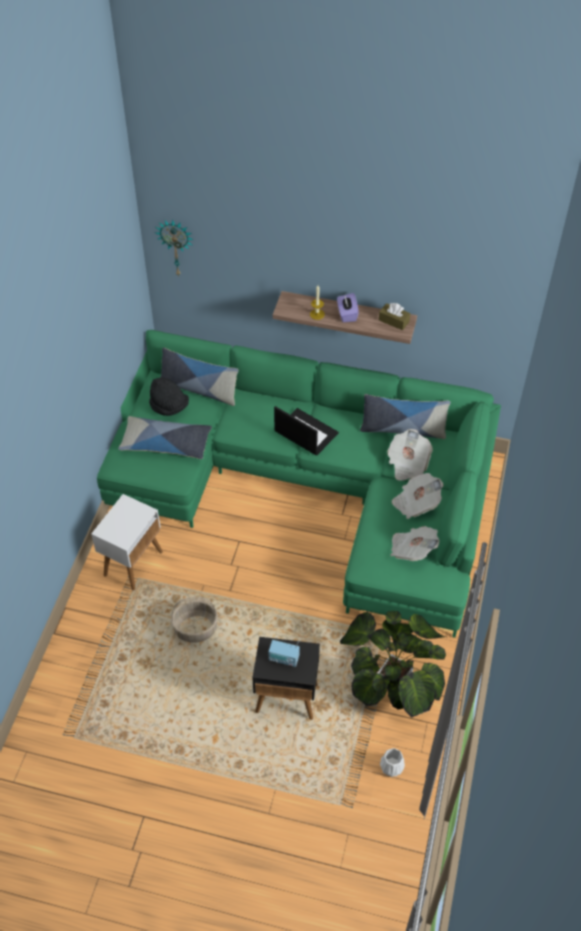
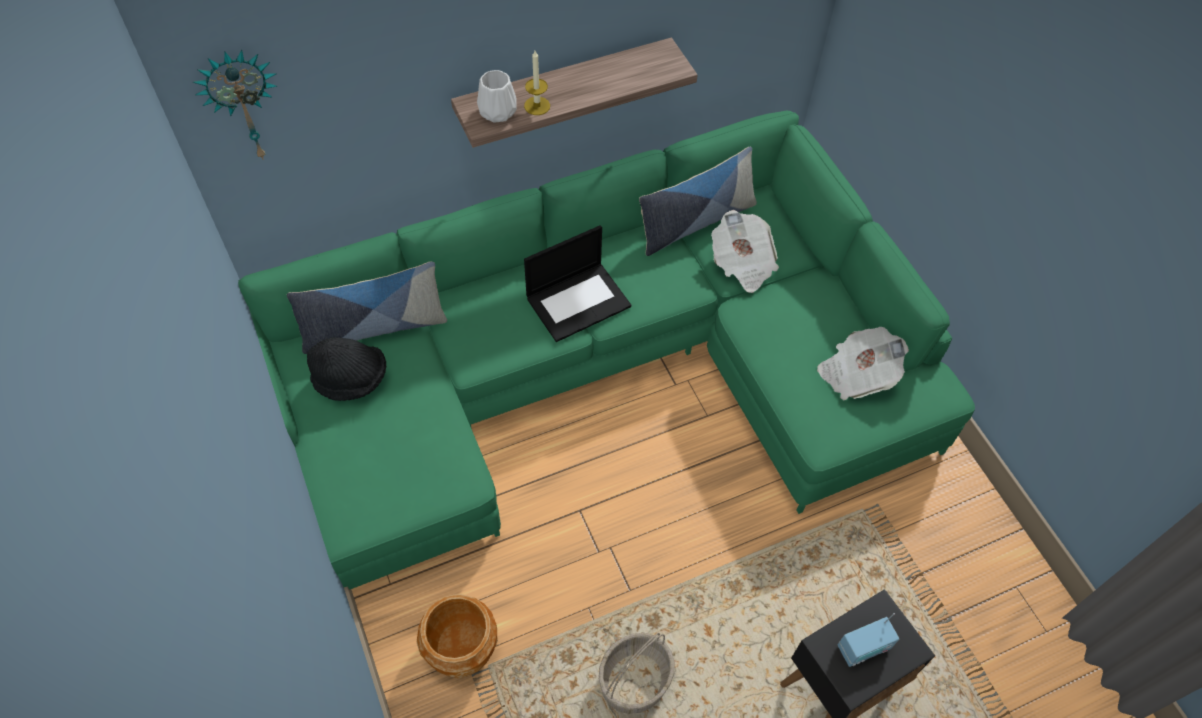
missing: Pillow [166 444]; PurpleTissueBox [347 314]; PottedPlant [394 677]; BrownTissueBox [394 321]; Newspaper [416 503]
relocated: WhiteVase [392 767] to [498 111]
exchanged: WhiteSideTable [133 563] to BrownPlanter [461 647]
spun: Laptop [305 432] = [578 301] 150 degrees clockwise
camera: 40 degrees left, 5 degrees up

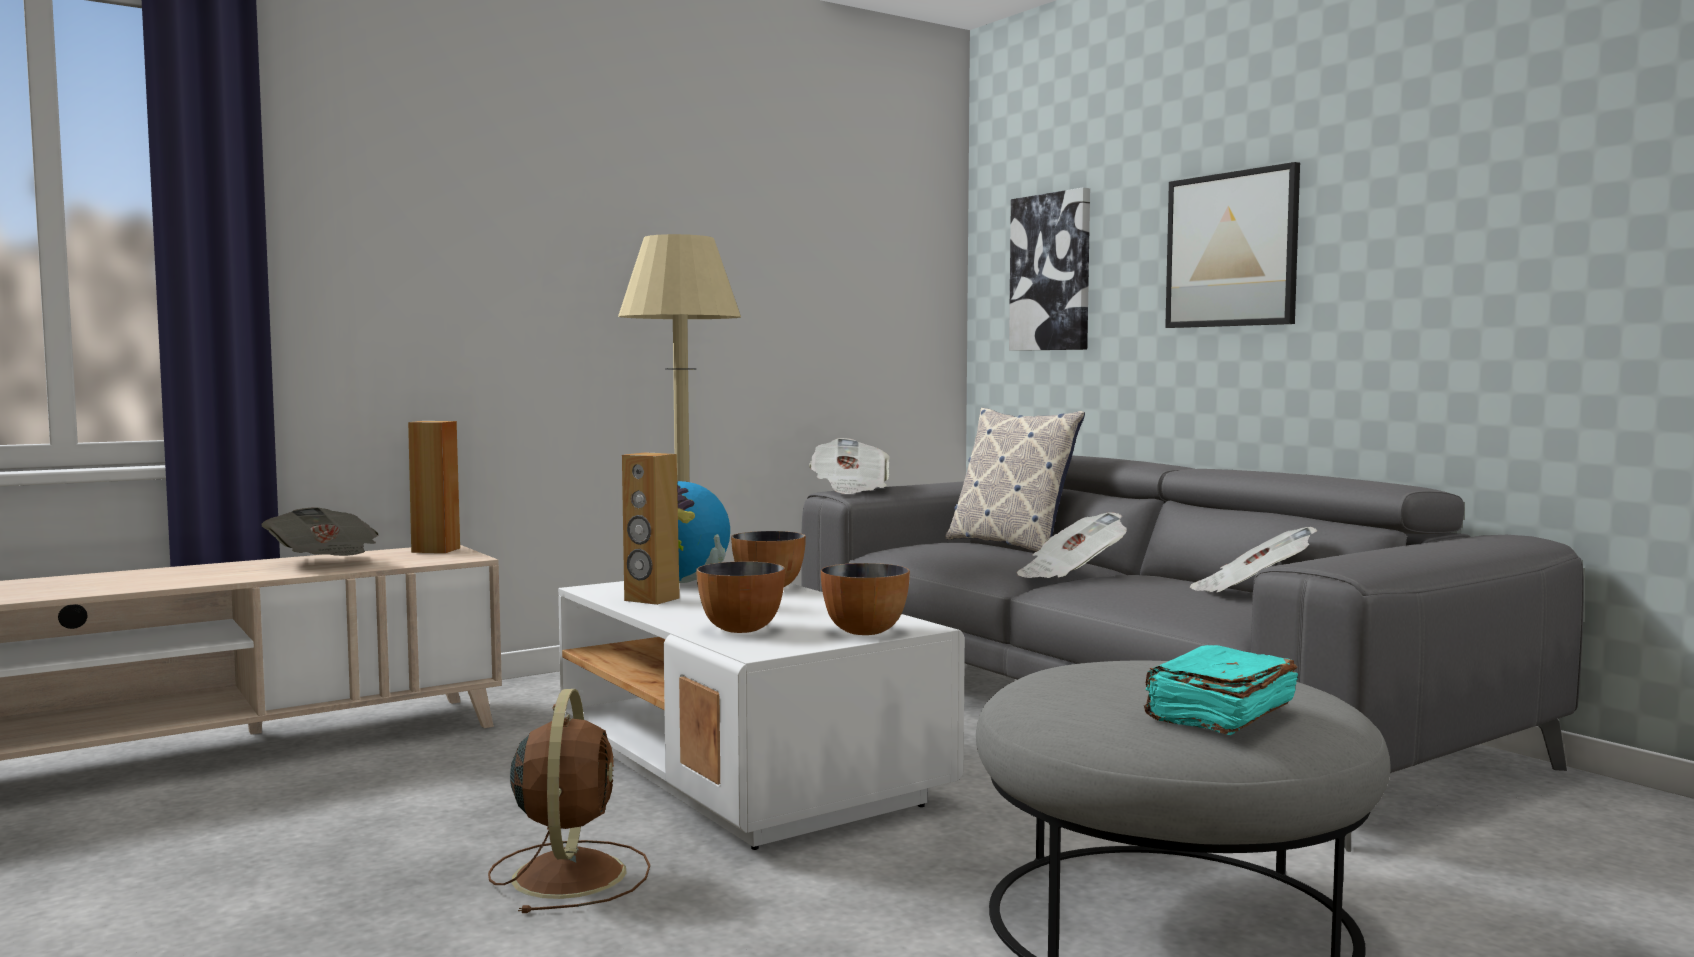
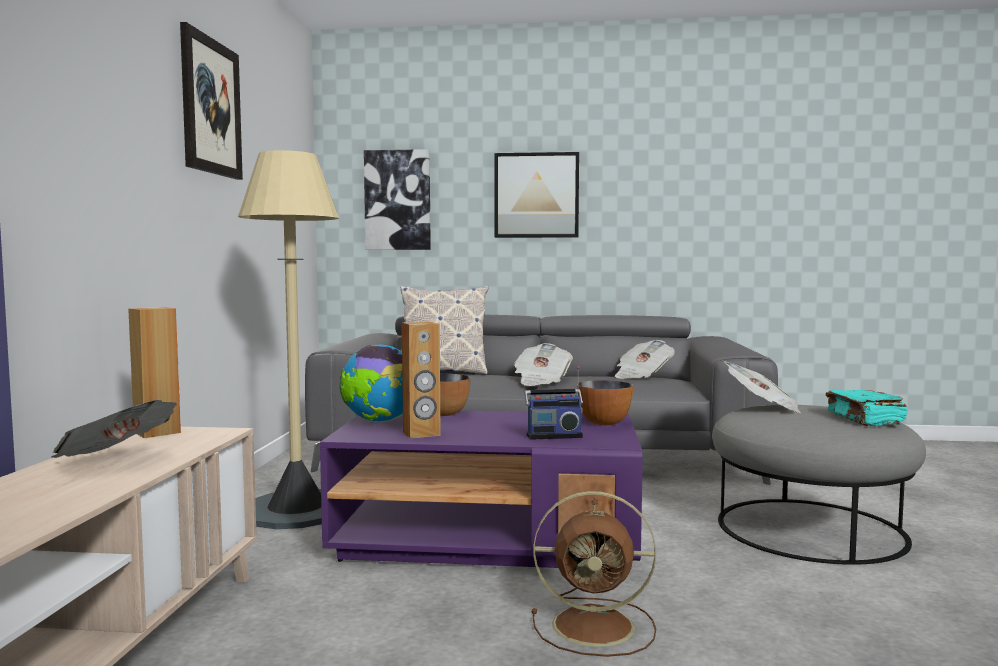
appeared: Picture [210 107]
relocated: Newspaper [850 489] to [763 407]
exchanged: Bowl [742 629] to Radio [553 436]
colour: WhiteCoffeeTable [744 768] to PurpleCoffeeTable [489 539]
spun: BrownFan [570 873] = [597 626] 150 degrees clockwise
camera: 50 degrees left, 0 degrees up

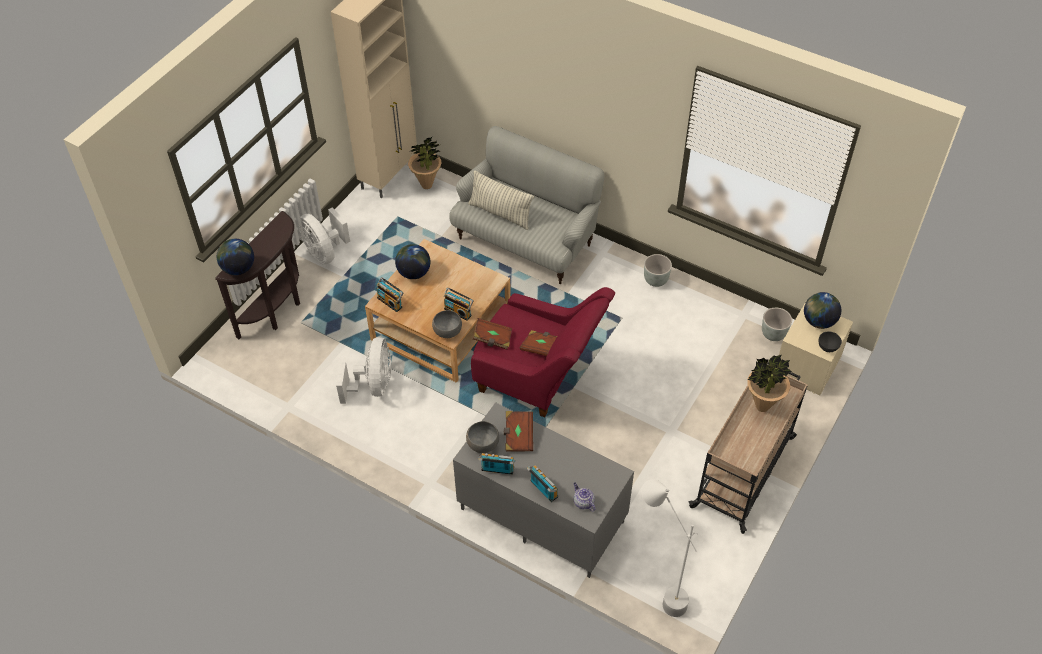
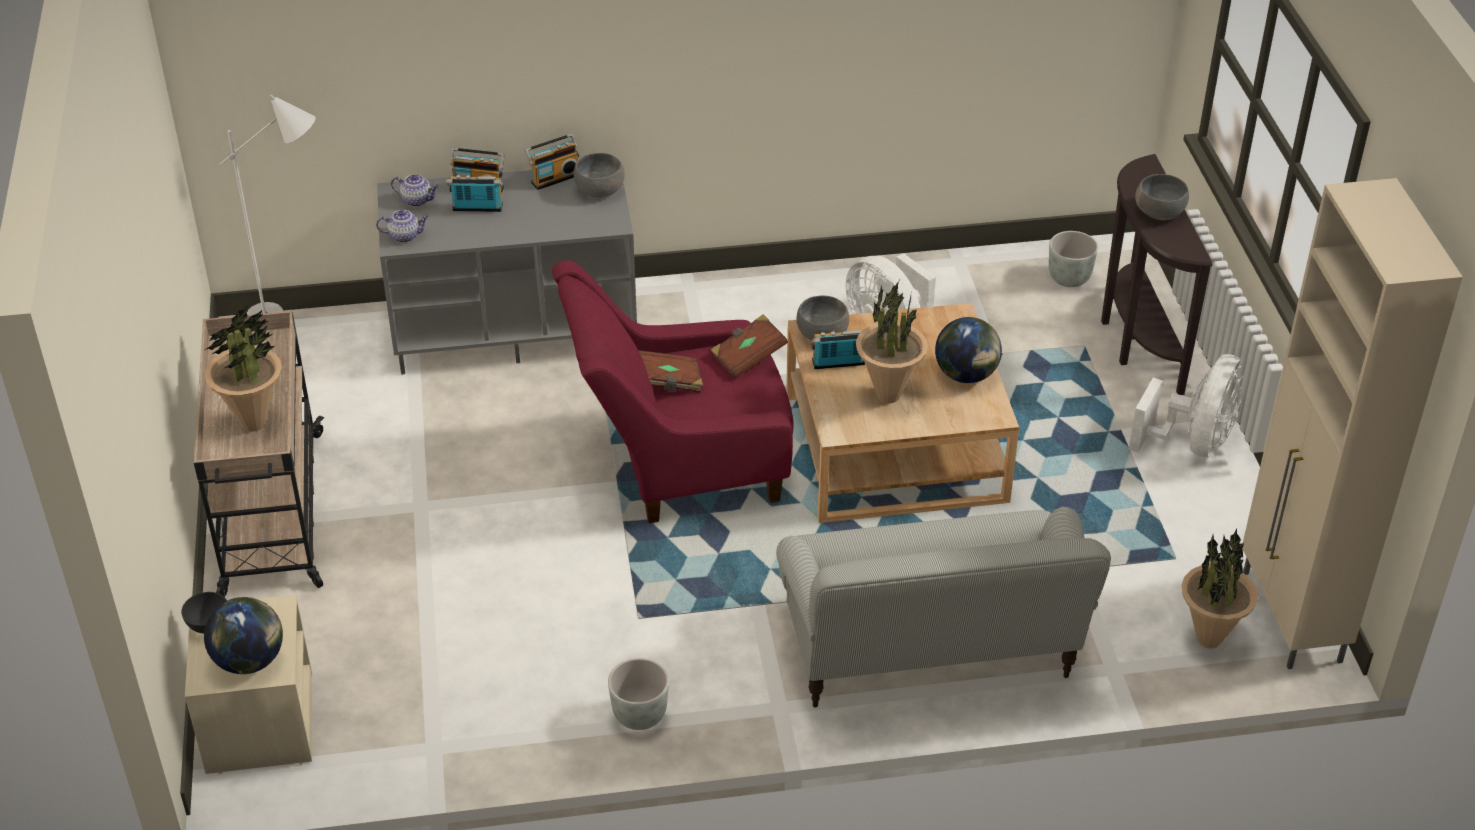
missing: Globe [238 268]; Pillow [500 213]; BrownBook [518 436]
appeared: Teapot [405 236]; PottedPlant [888 395]; GreyBowl [1159 212]
relocated: Radio [390 302] to [477 209]; GreyPlanter [773 334] to [1069 279]
spun: WhiteFan [324 252] = [1193 443] 105 degrees clockwise
camera: 140 degrees right, 10 degrees down

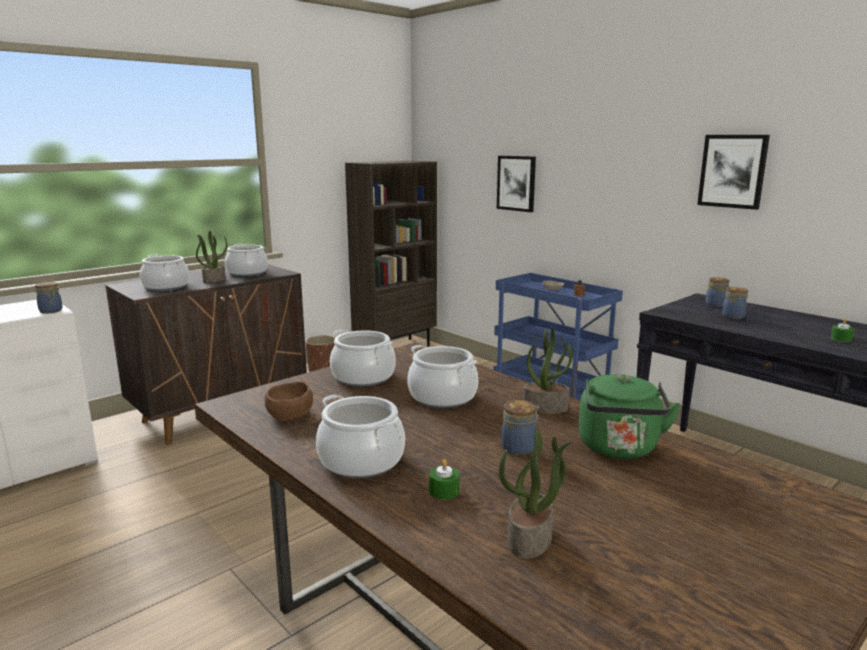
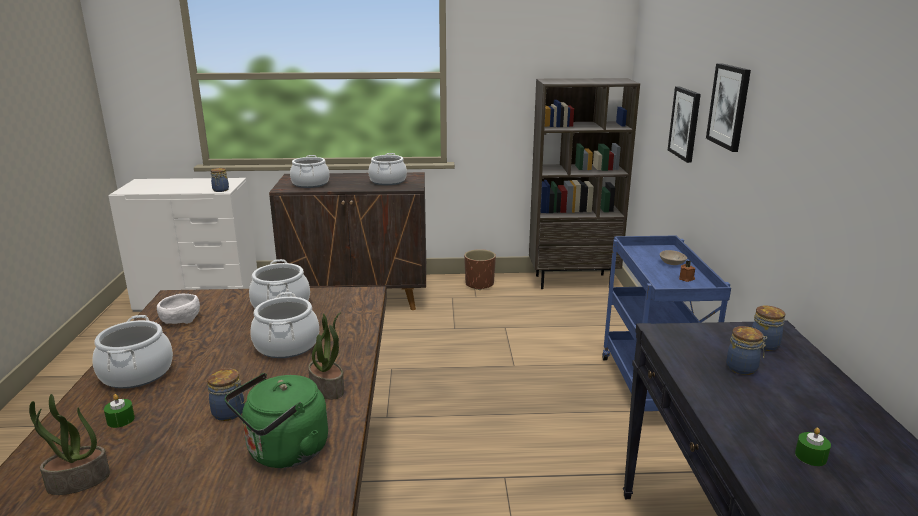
missing: PottedPlant [214 280]
relocated: Picture [732 171] to [729 106]
colour: BrownBowl [289 415] to WhiteBowl [179 319]
camera: 40 degrees right, 5 degrees up

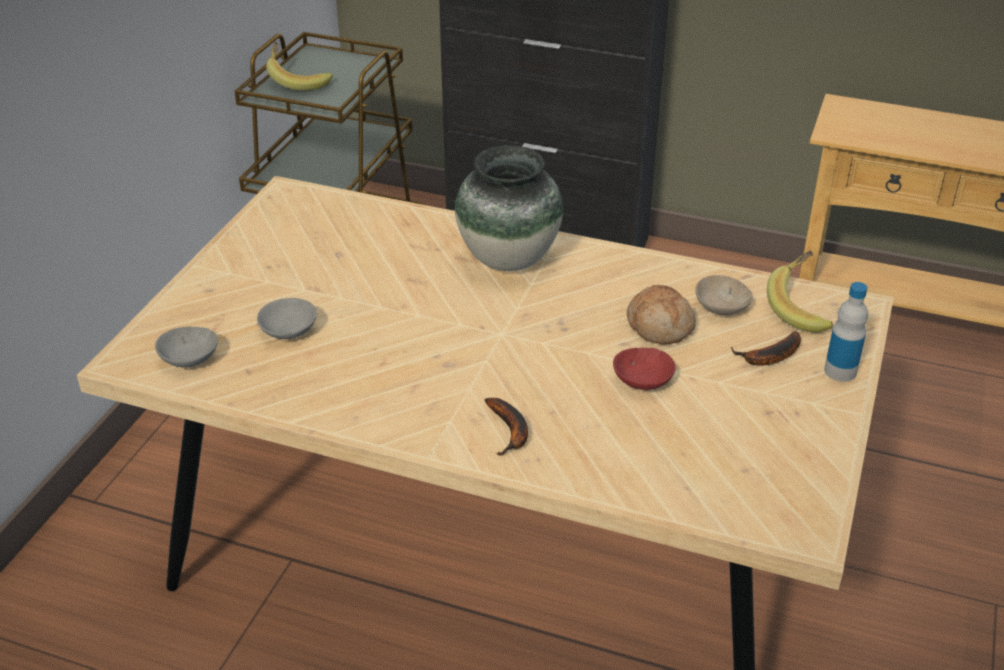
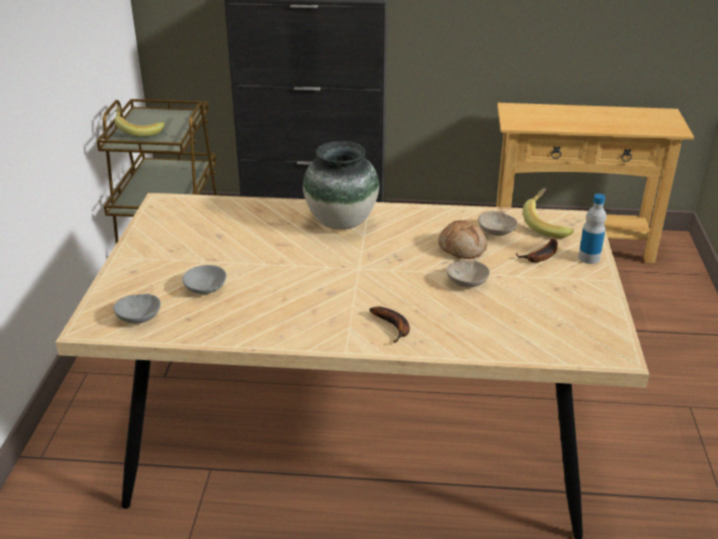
colour: RedBowl [642 381] to BeigeBowl [467 283]
camera: 15 degrees left, 5 degrees down

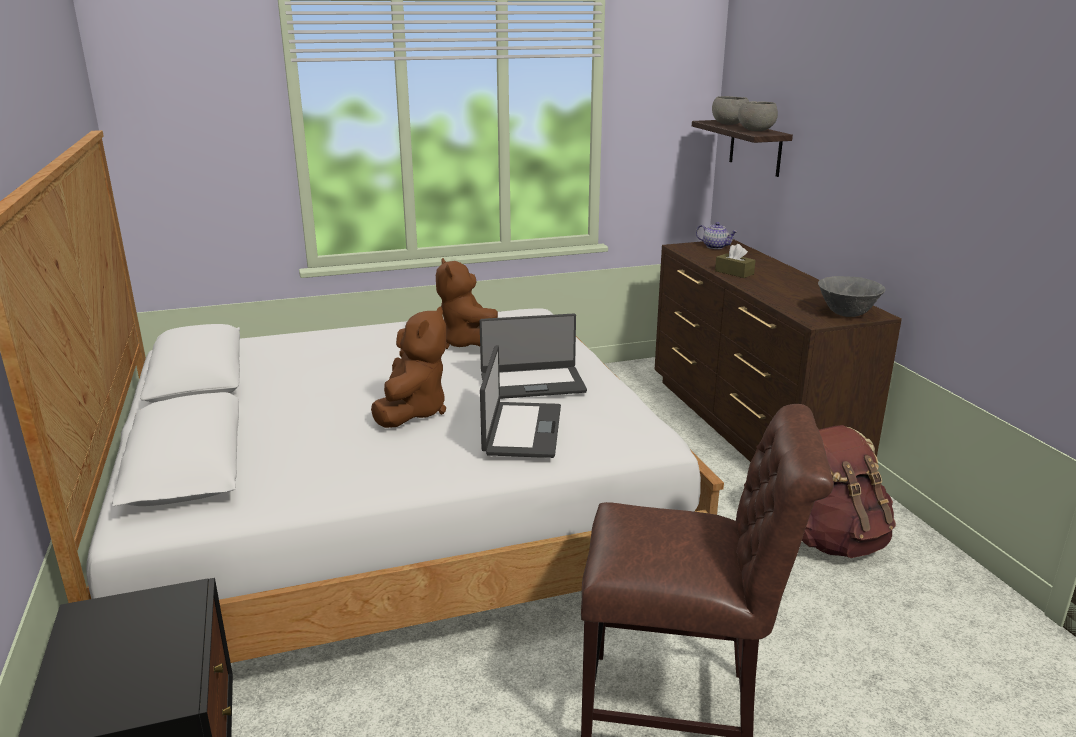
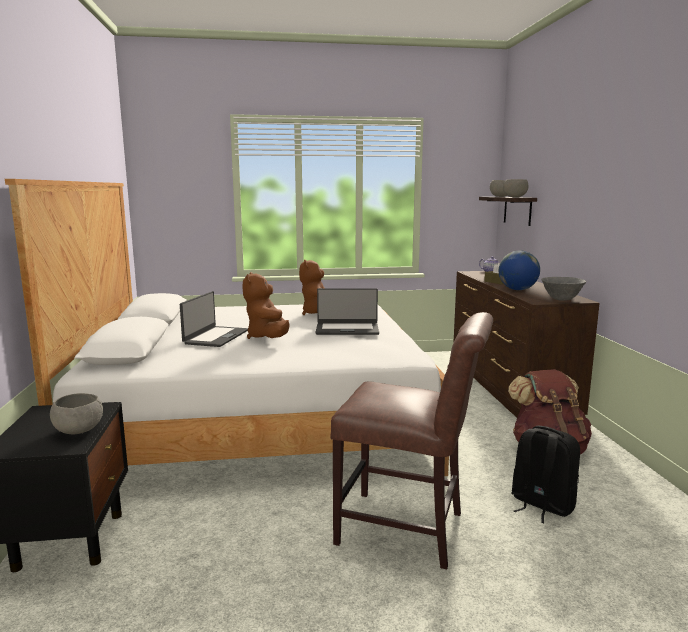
appeared: GreyBowl [79 430]; Globe [517 290]; BlackBackpack [541 504]
relocated: Laptop [521 430] to [215 337]
spun: BrownPlushToy [412 411] = [268 337] 150 degrees clockwise
camera: 10 degrees right, 10 degrees down

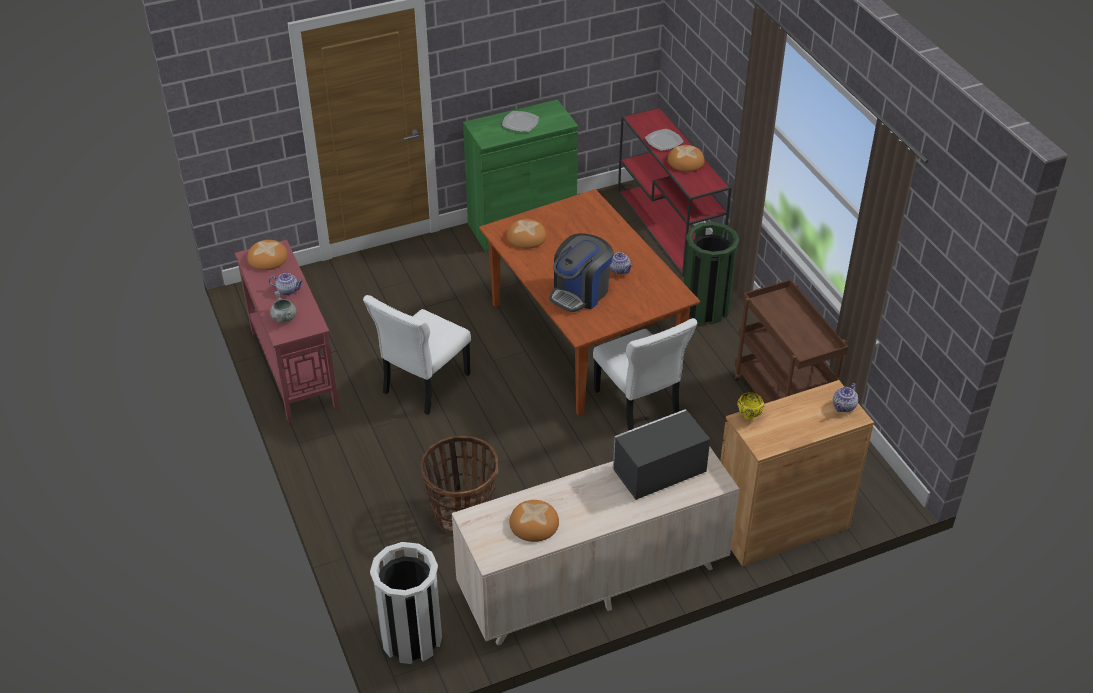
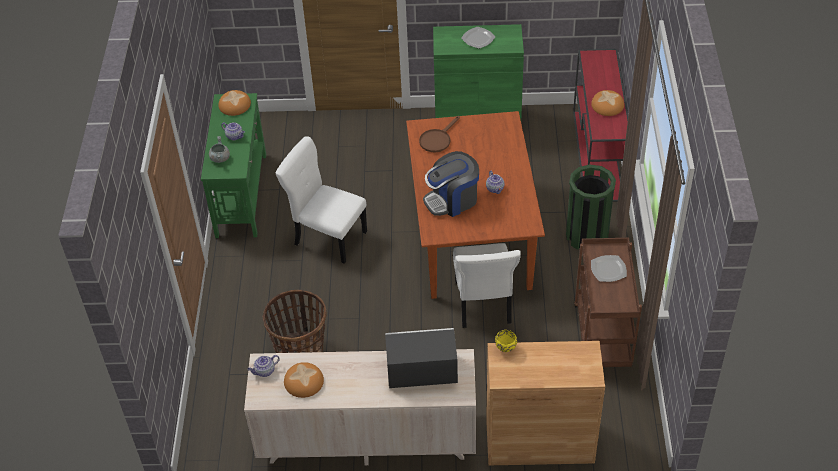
missing: WhiteTrashCan [412 638]
relocated: Plate [663 141] to [608 269]; Teapot [844 407] to [264 371]
exchanged: Bread [526 237] to BrownFryingPan [437 139]
colour: RedConsoleTable [294 367] to GreenConsoleTable [242 194]
spun: WhiteChair [423 385] = [328 237] 60 degrees clockwise
camera: 25 degrees right, 5 degrees up

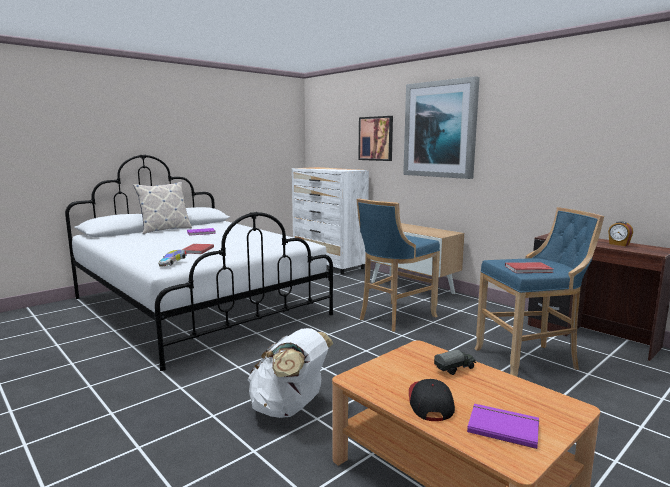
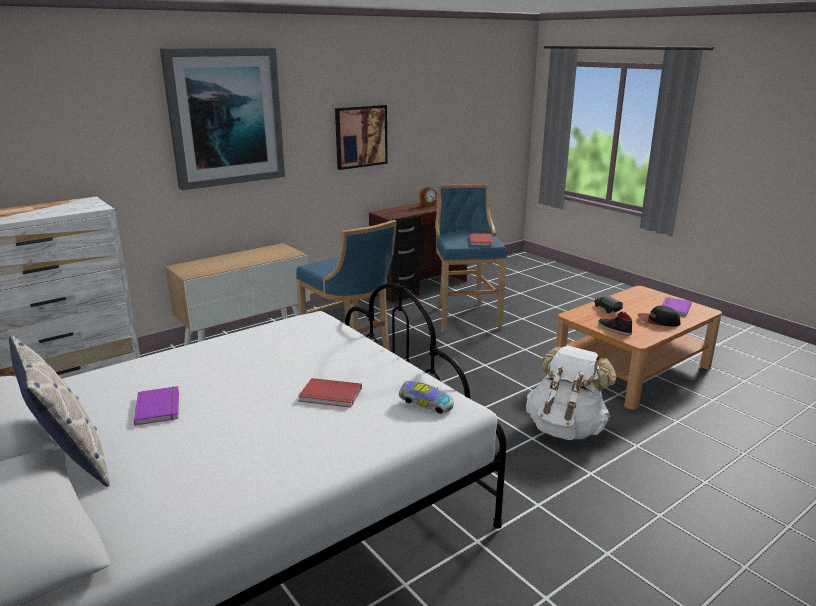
appeared: BlackShoe [614 329]
relocated: Picture [376 138] to [361 136]
camera: 85 degrees left, 10 degrees up

